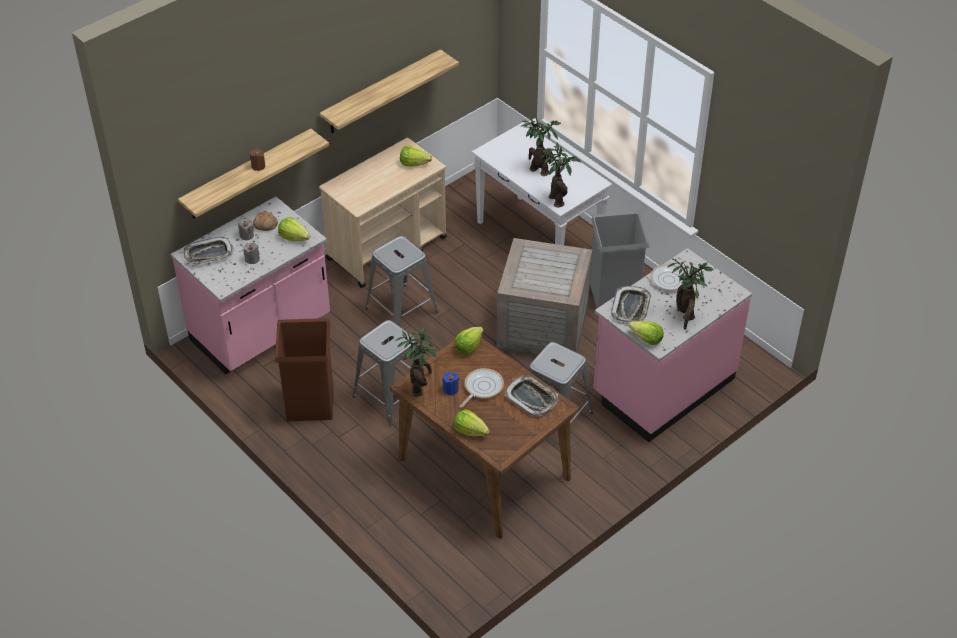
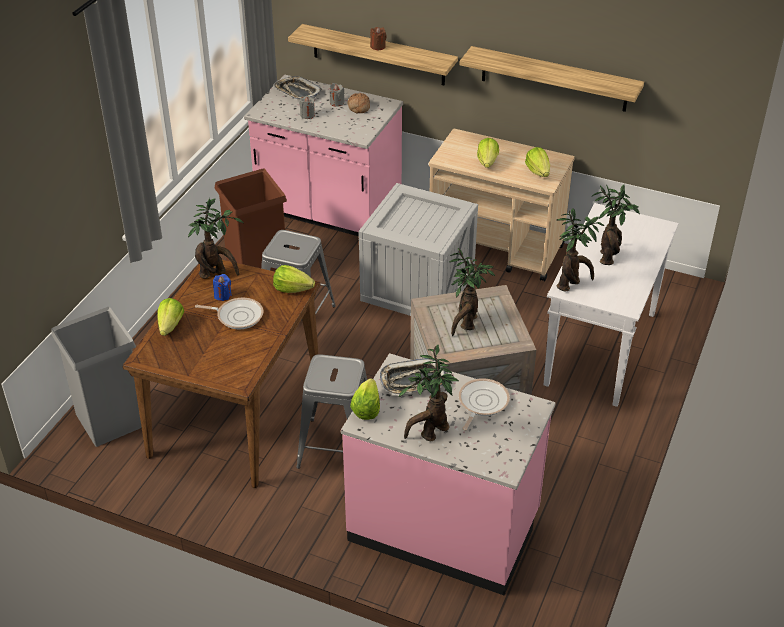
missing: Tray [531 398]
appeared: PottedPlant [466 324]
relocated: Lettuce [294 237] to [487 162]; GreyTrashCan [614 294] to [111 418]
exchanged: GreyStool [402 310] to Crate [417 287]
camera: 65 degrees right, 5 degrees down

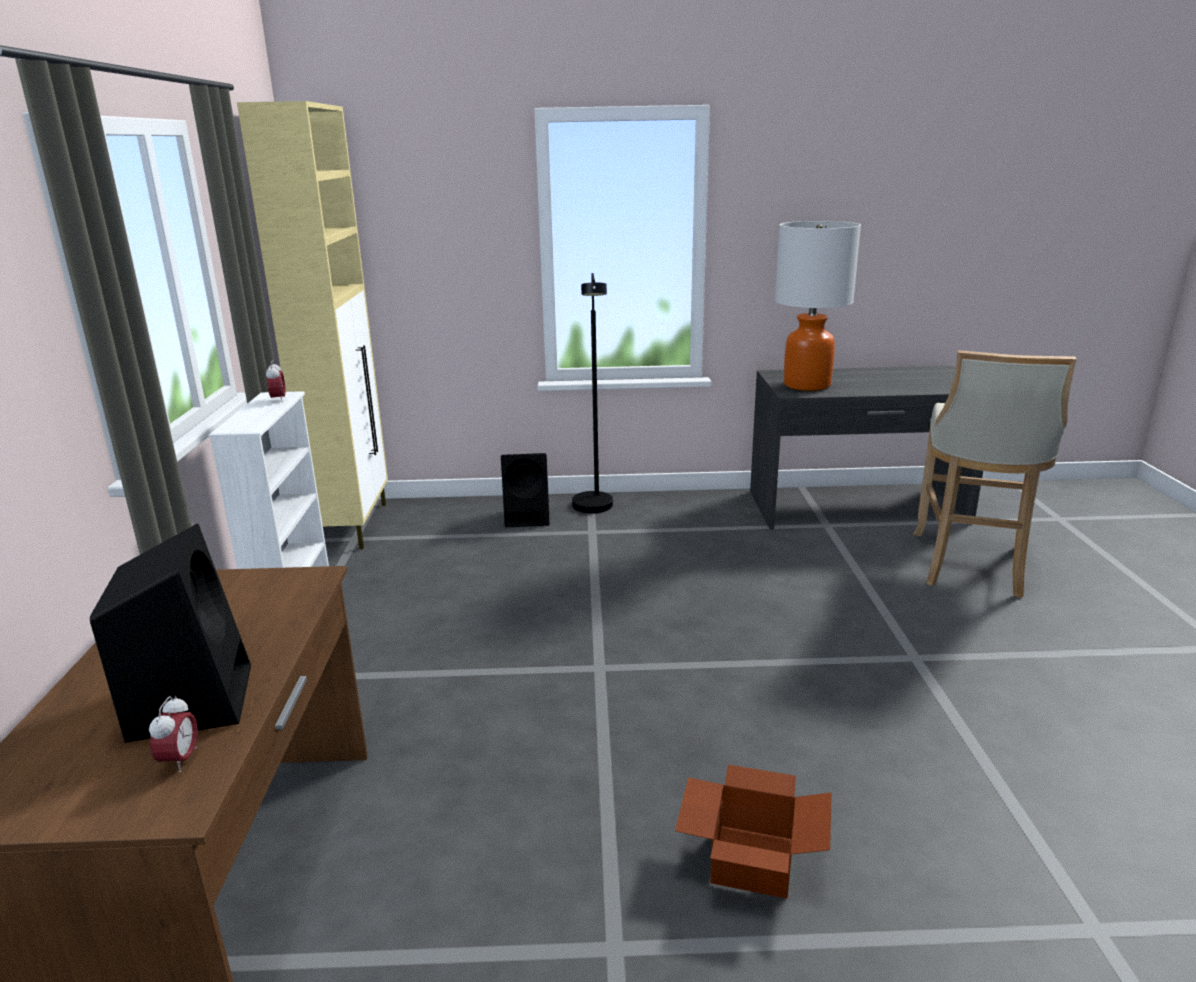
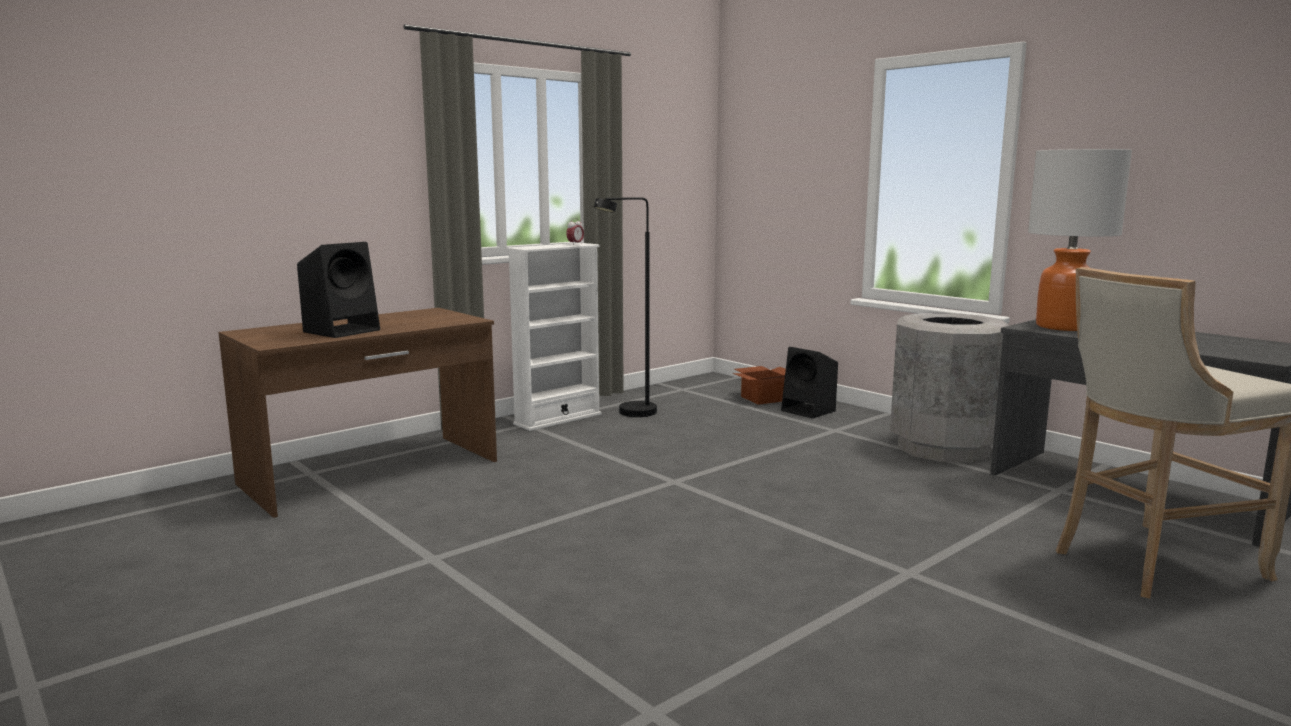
missing: AlarmClock [180 760]; BeigeCabinet [353 525]
appeared: GreyTrashCan [943 448]
relocated: BlackFloorLamp [594 510] to [630 414]; CardboardBox [749 859] to [763 398]
camera: 50 degrees right, 10 degrees down

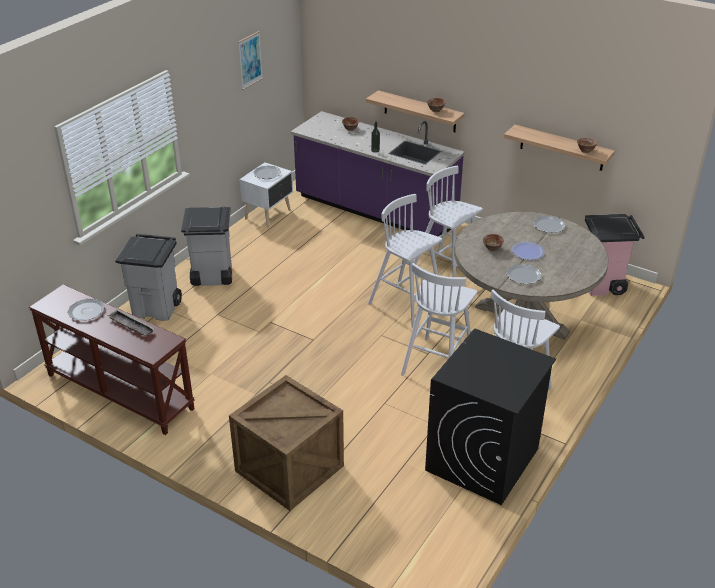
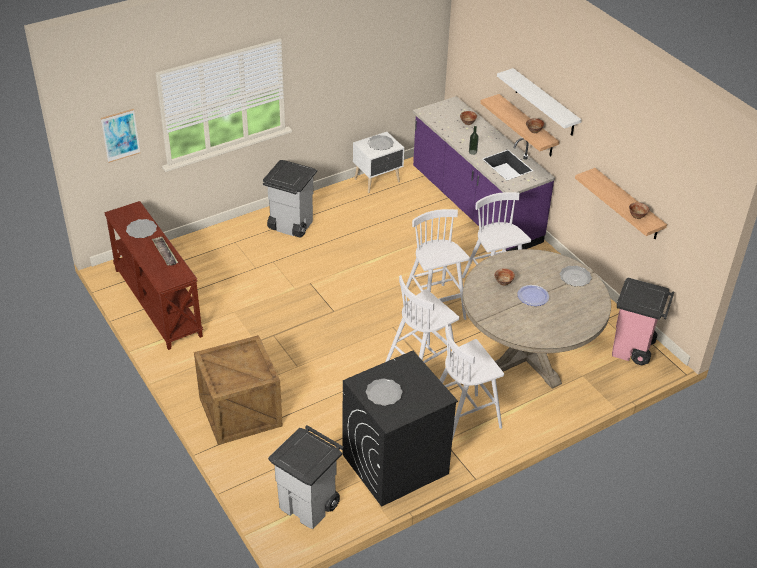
appeared: WhiteShelf [545 103]
relocated: GreyTrashCan [157 308] to [309 506]; Picture [250 60] to [120 135]; Plate [523 275] to [384 393]
camera: 25 degrees right, 5 degrees up

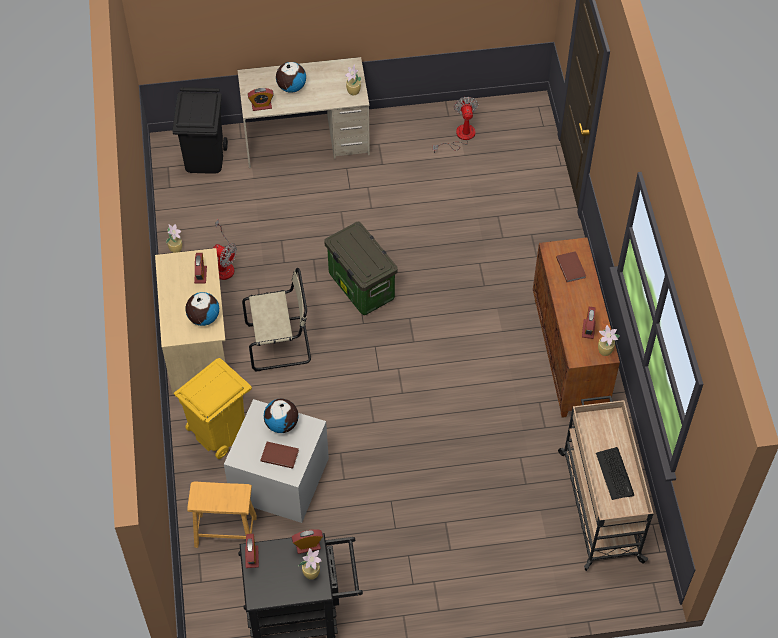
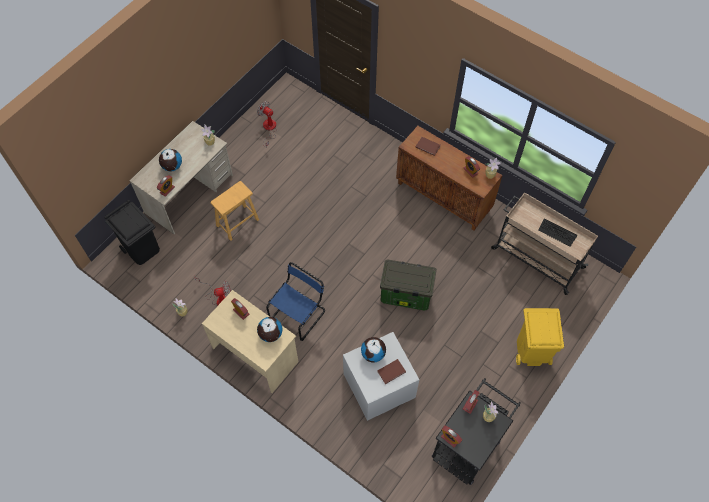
relocated: YellowTrashCan [219 431] to [531 351]; BrownStool [225 531] to [237 222]; StorageBox [360 286] to [405 295]
colour: BeigeChair [281 343] to BlueChair [299 314]
camera: 45 degrees left, 5 degrees up

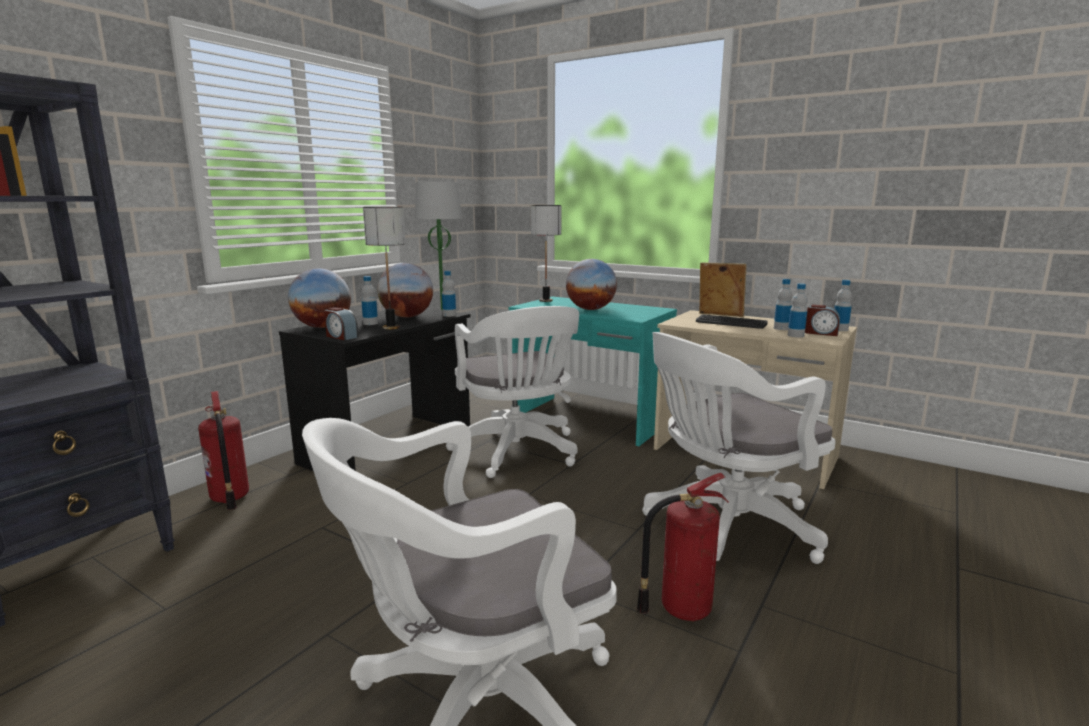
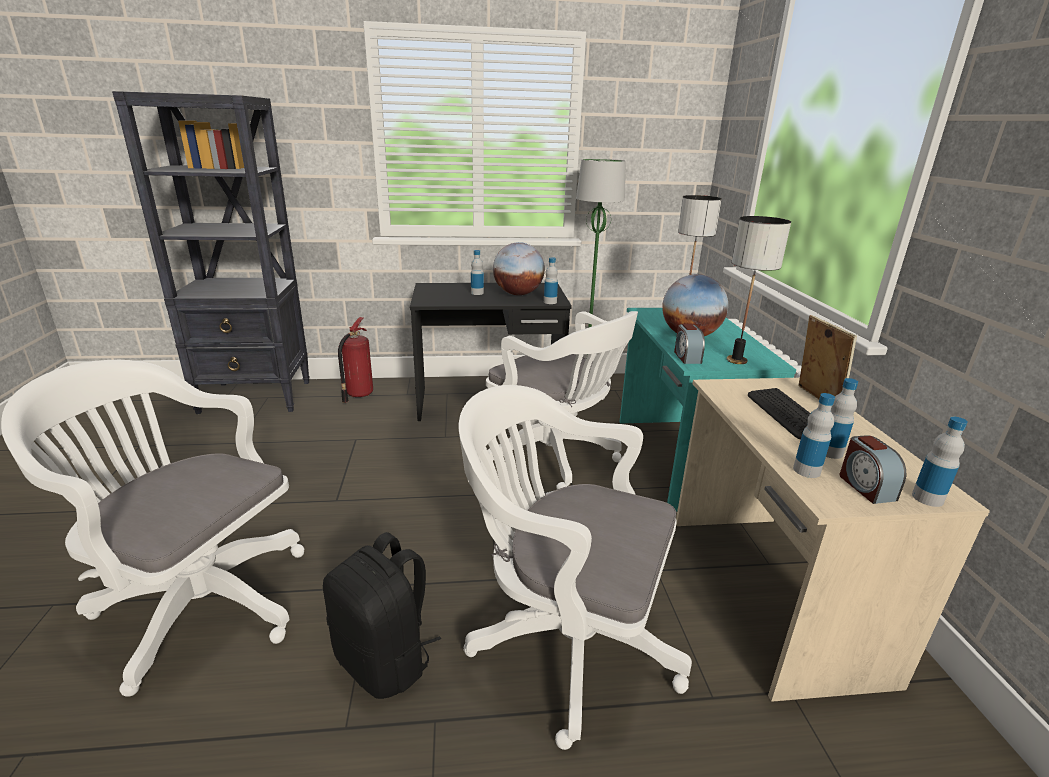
missing: Globe [322 327]
relocated: AlarmClock [341 336] to [686 357]; TableLamp [391 327] to [737 360]
exchanged: FireExtinguisher [681 609] to BlackBackpack [385 661]
spun: WhiteOfficeChair [518 453] = [555 456] 75 degrees counterclockwise
camera: 50 degrees right, 10 degrees up

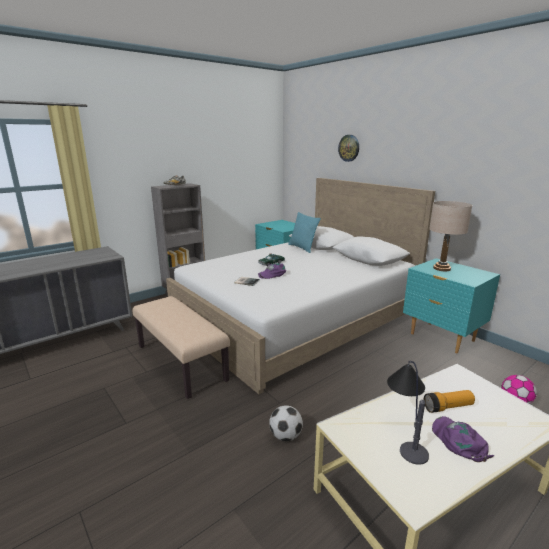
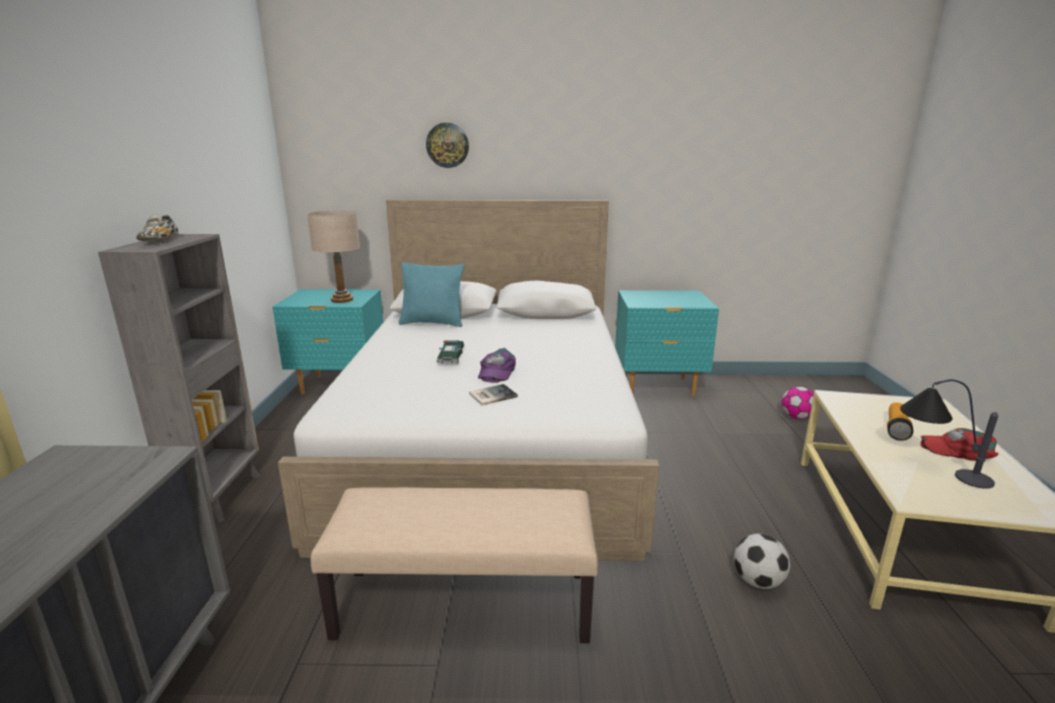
relocated: BeigeTableLamp [442 268] to [342 300]
colour: PurpleCap [459 441] to RedCap [958 450]
camera: 50 degrees left, 0 degrees up

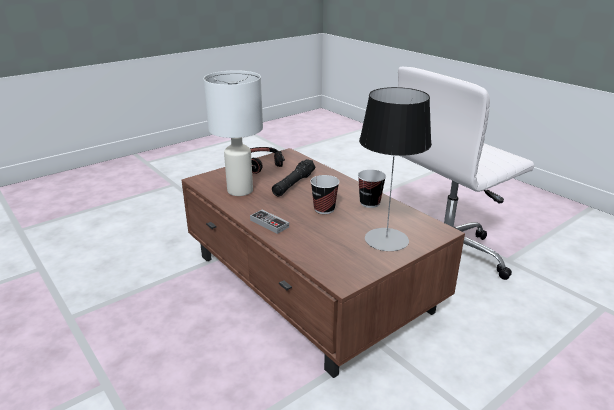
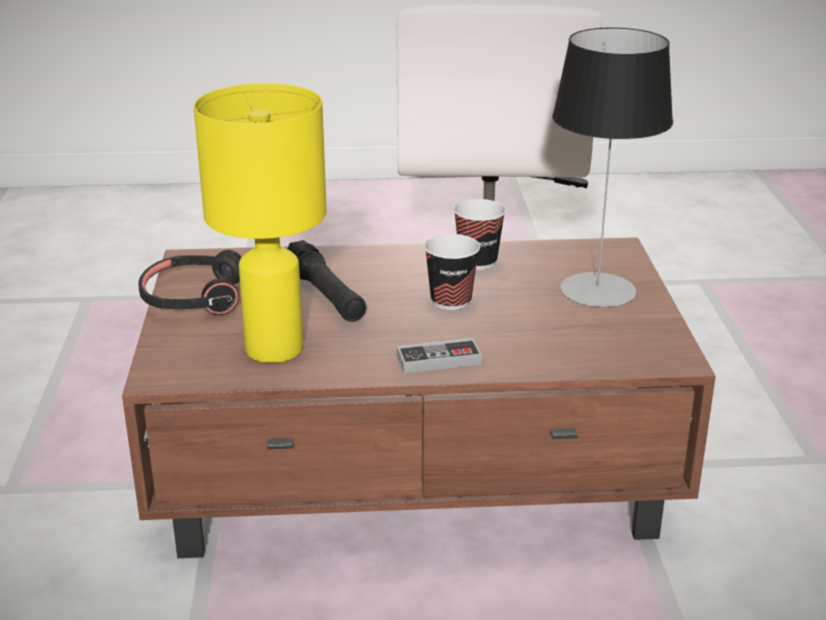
colour: WhiteTableLamp [240 190] to YellowTableLamp [272 348]
camera: 55 degrees left, 0 degrees up

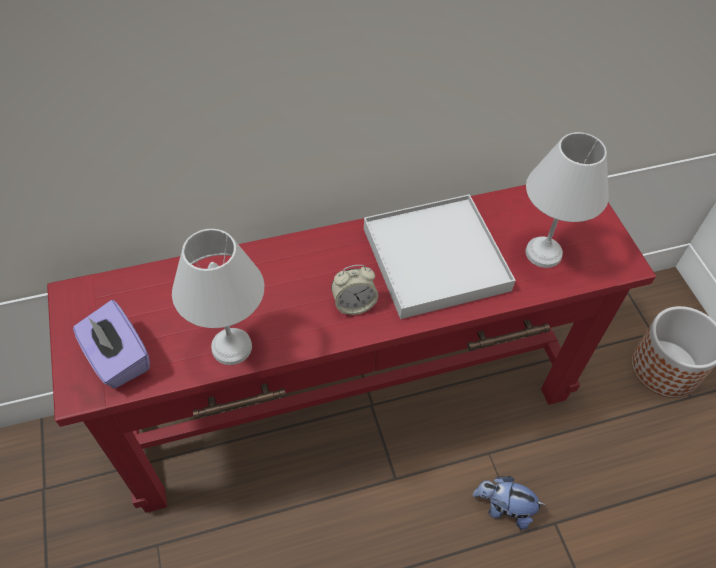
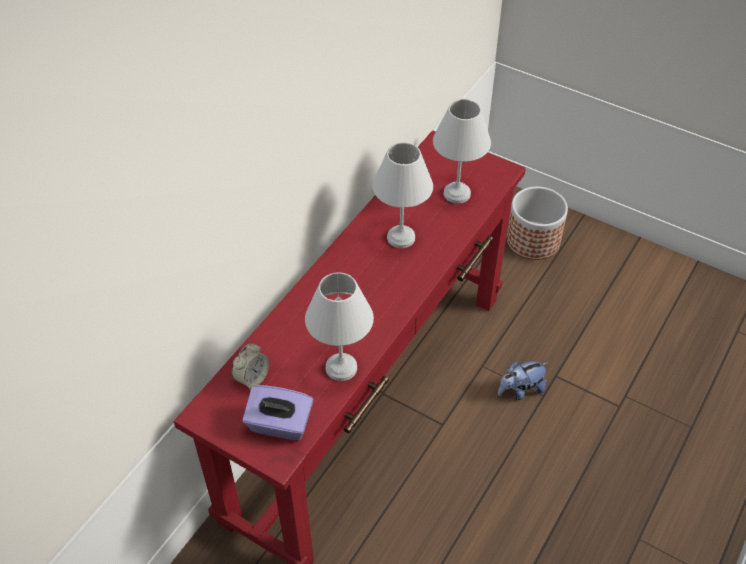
relocated: AlarmClock [354 304] to [252 378]
exchanged: WhiteTray [436 259] to WhiteTableLamp [402 237]
camera: 40 degrees left, 5 degrees down

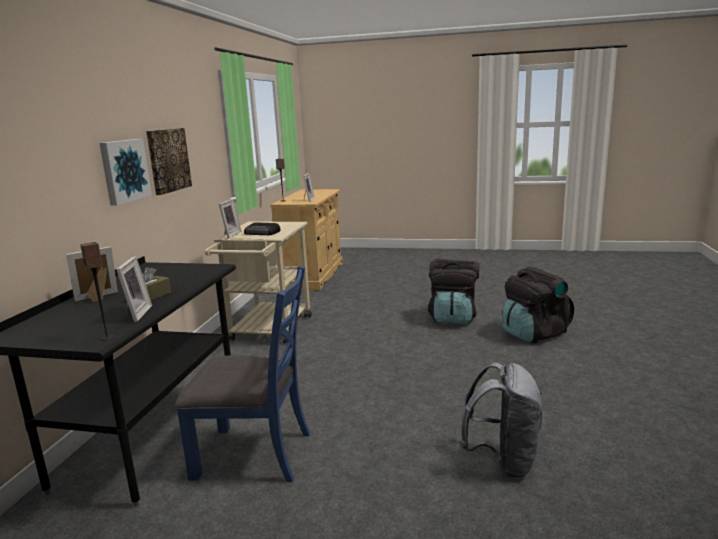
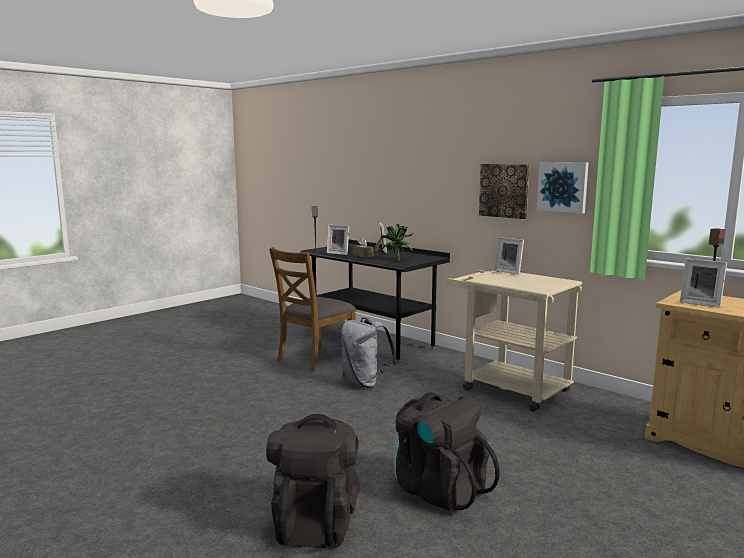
missing: Radio [262 233]
appeared: PottedPlant [397 261]
relocated: Picture [124 171] to [563 187]; GreyBackpack [502 460] to [365 383]
colour: BlueChair [255 453] to BrownChair [315 358]
camera: 120 degrees right, 5 degrees down

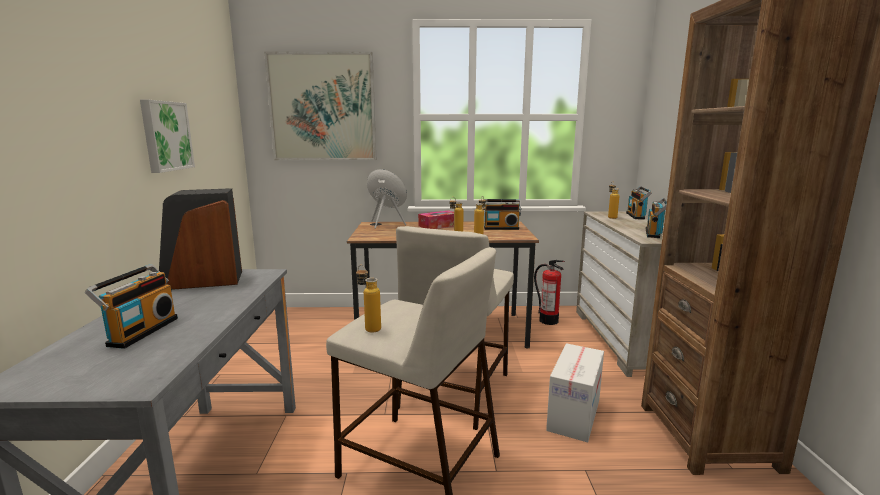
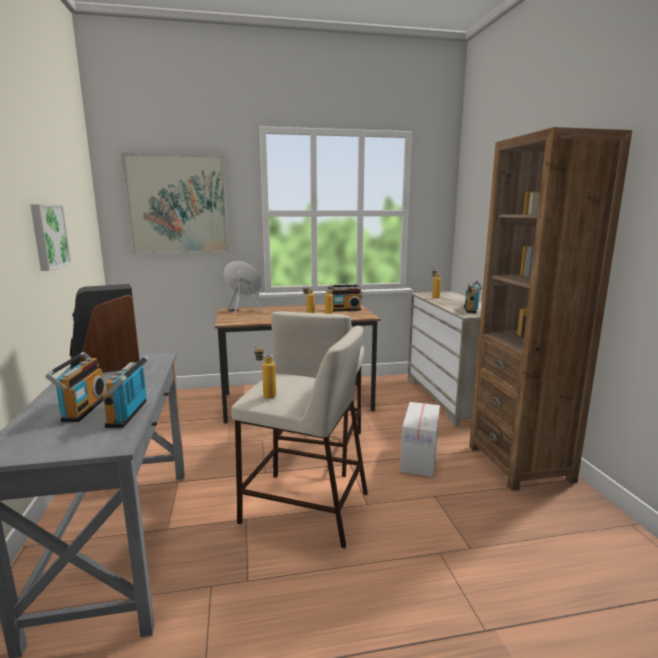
missing: TissueBox [439 225]; FireExtinguisher [548 320]
relocated: Radio [637 216] to [130 414]
camera: 10 degrees left, 0 degrees up

